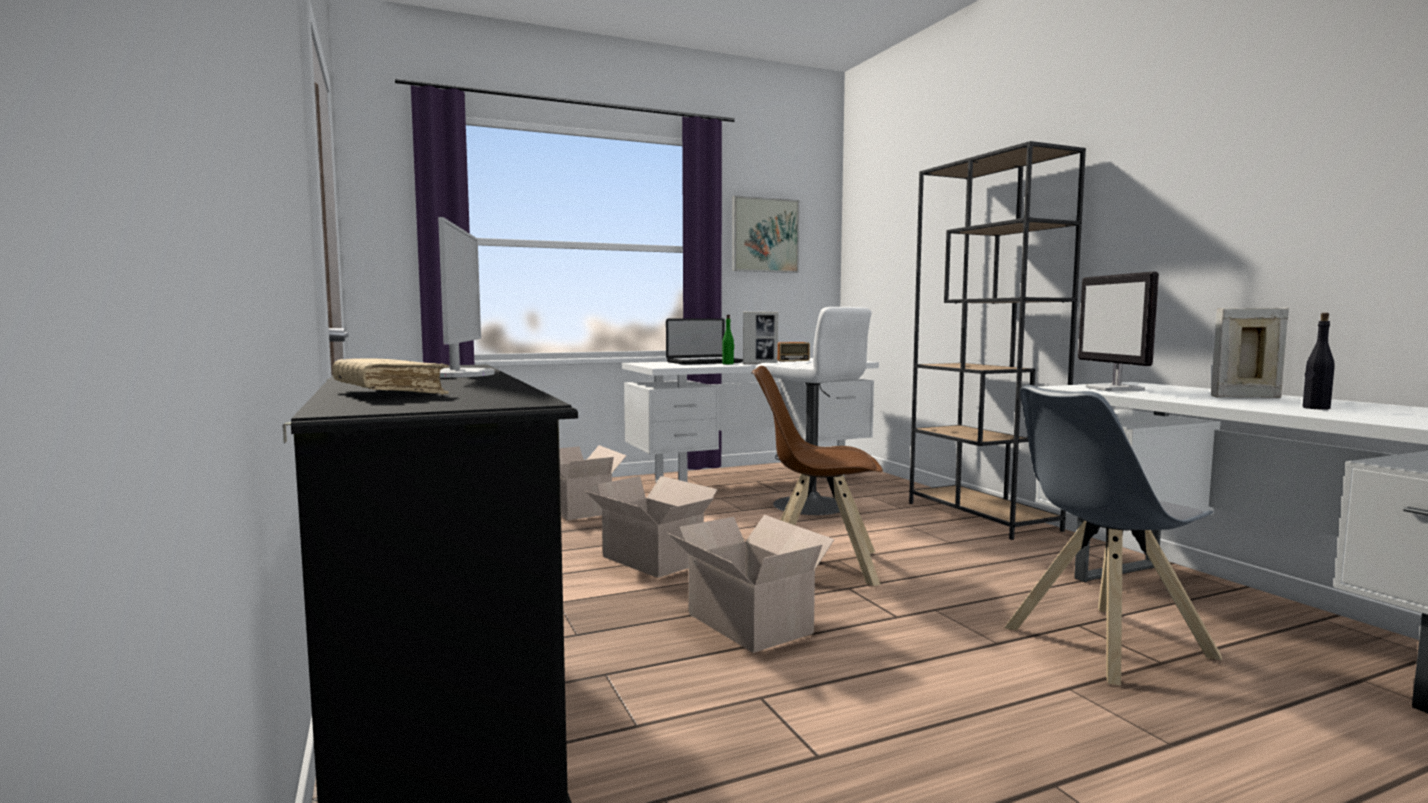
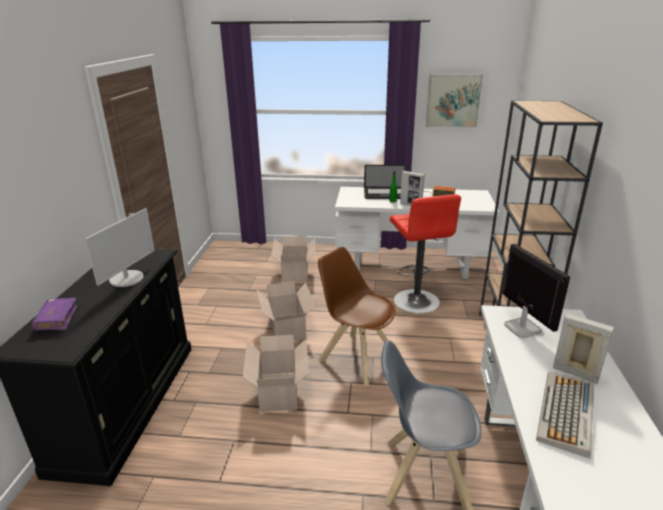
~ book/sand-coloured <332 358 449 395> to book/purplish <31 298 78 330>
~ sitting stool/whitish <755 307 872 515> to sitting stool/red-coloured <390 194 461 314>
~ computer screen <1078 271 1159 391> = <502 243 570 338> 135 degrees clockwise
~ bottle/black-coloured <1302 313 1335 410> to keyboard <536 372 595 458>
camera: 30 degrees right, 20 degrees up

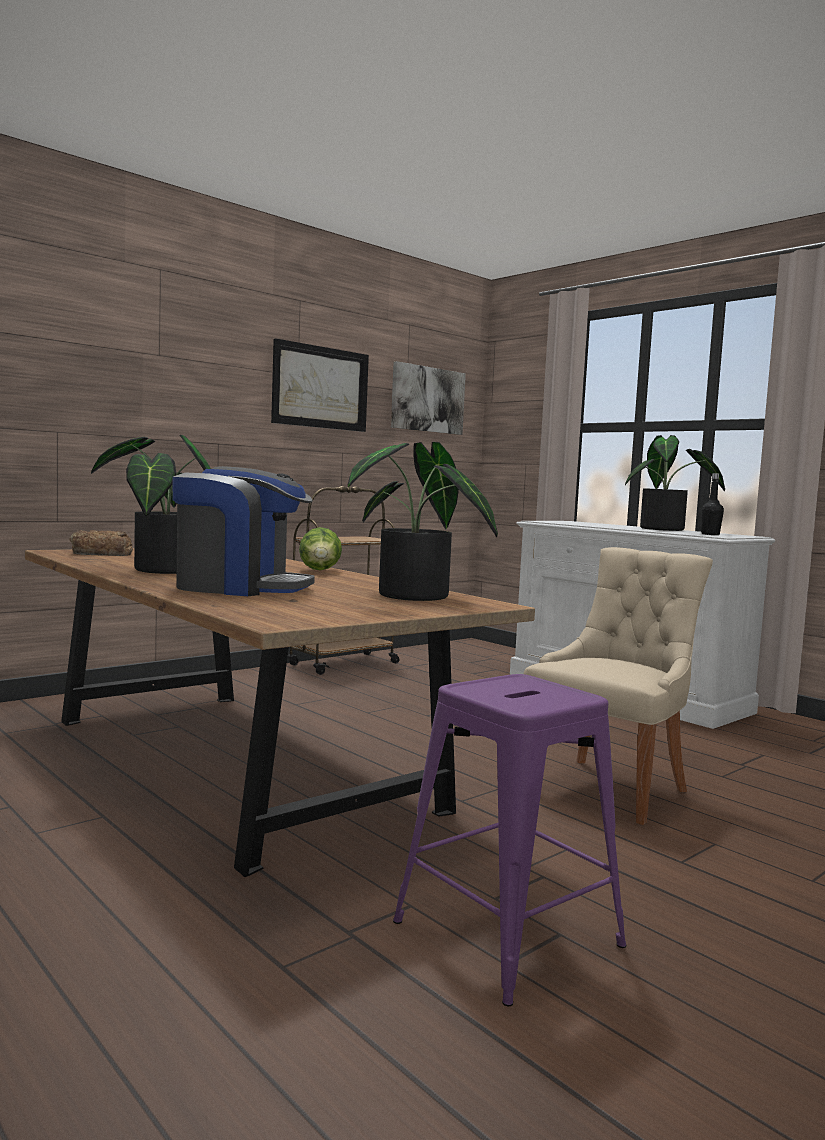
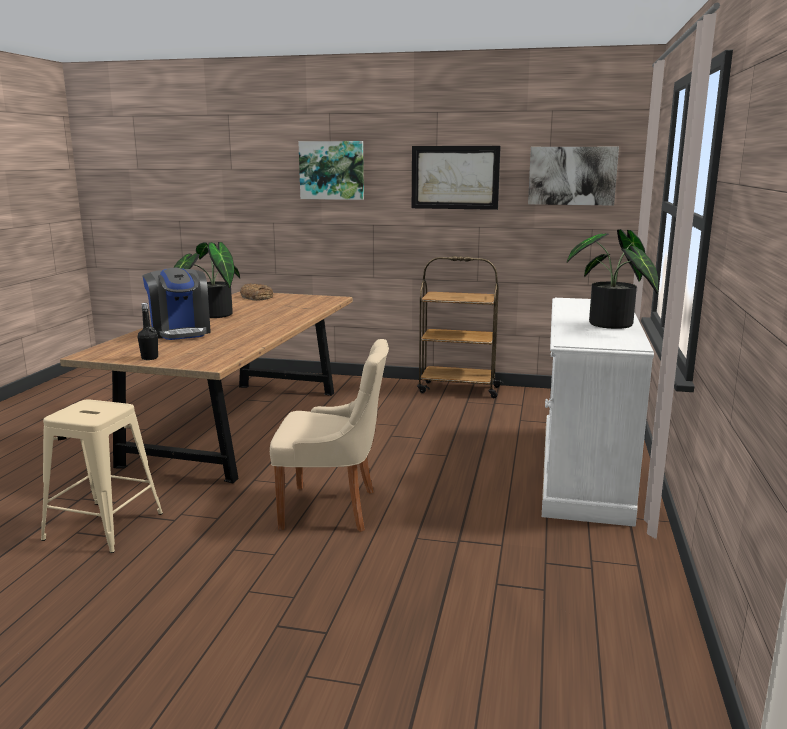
- lettuce <299 527 342 570>
- potted plant <347 442 498 601>
~ sitting stool/purplish <393 674 626 1006> to sitting stool/sand-coloured <41 400 163 553>
~ bottle/black-coloured <701 473 724 535> to <138 303 158 360>
+ wall picture <298 141 364 200>
camera: 55 degrees right, 10 degrees up

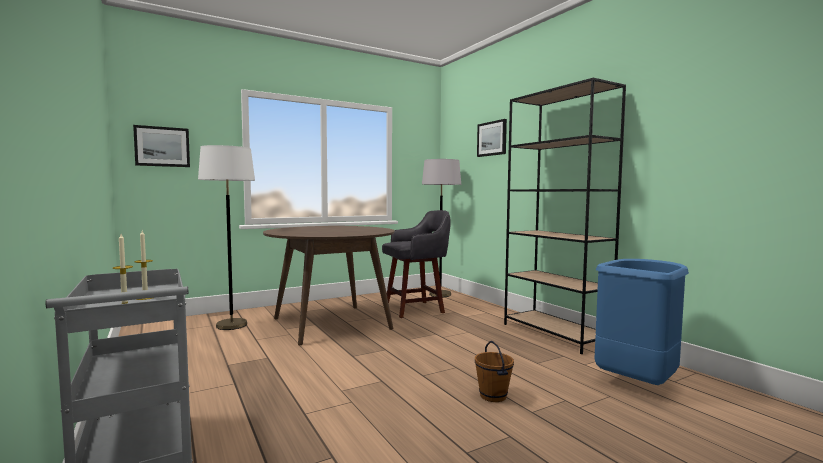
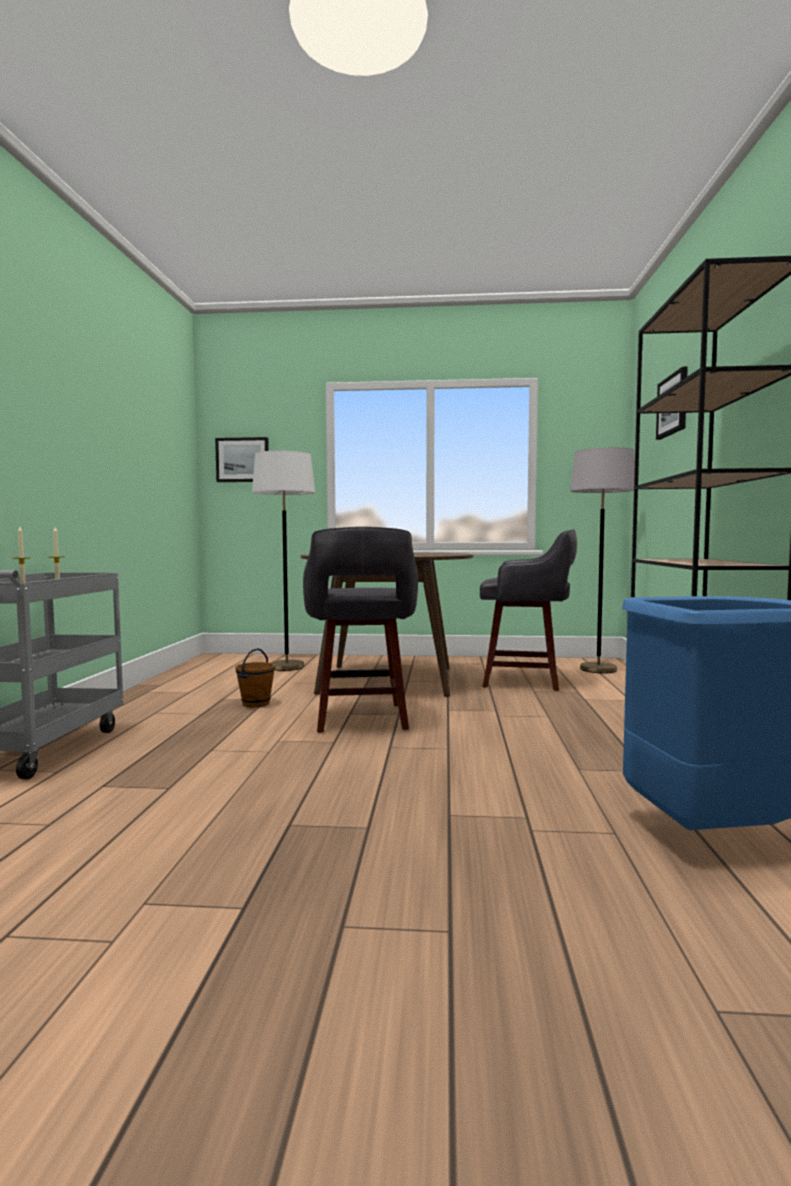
~ water bucket/brown-coloured <475 341 514 402> to <235 648 275 707>
+ sitting stool/greyish <303 527 418 732>
camera: 35 degrees right, 0 degrees up

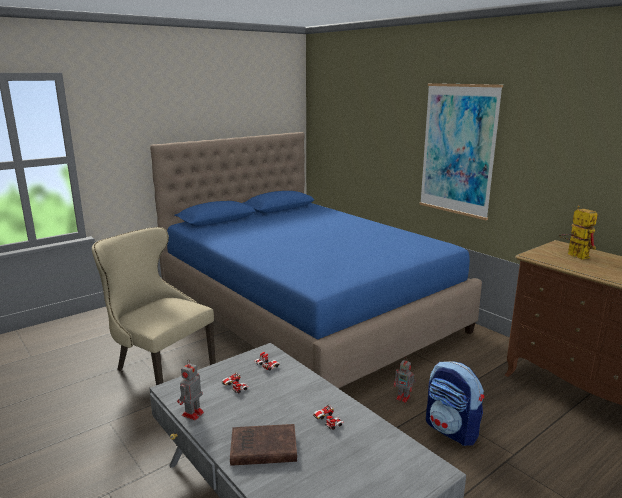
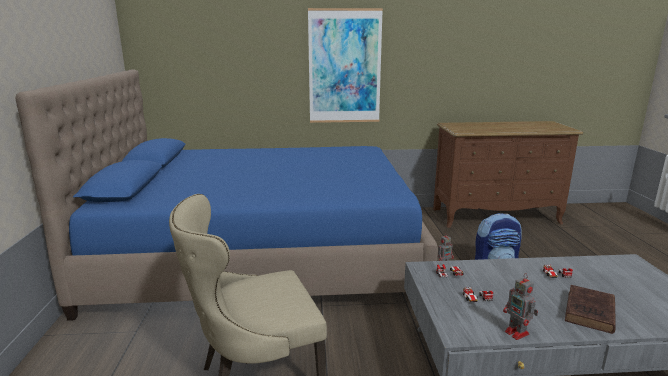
- robot figure <559 206 598 260>
camera: 55 degrees left, 0 degrees up

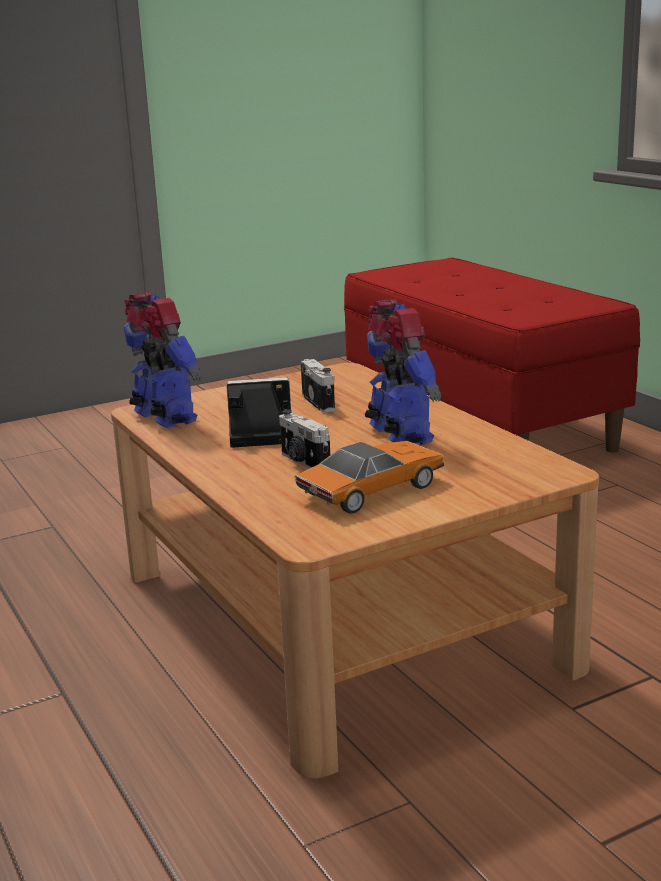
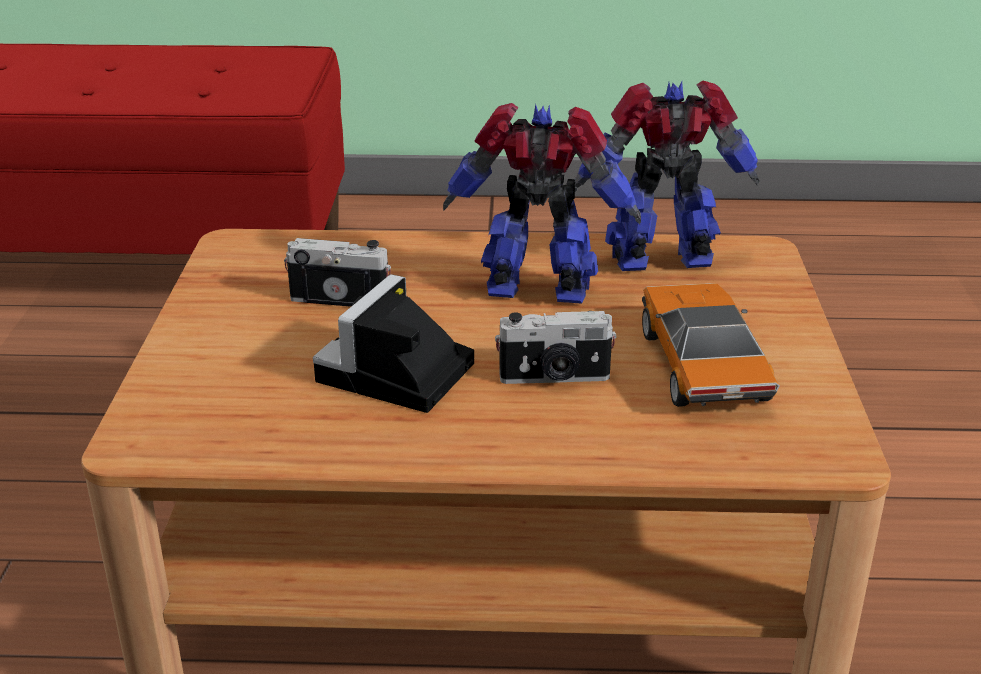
~ robot figure <124 291 203 428> to <575 81 759 271>
camera: 60 degrees left, 10 degrees up

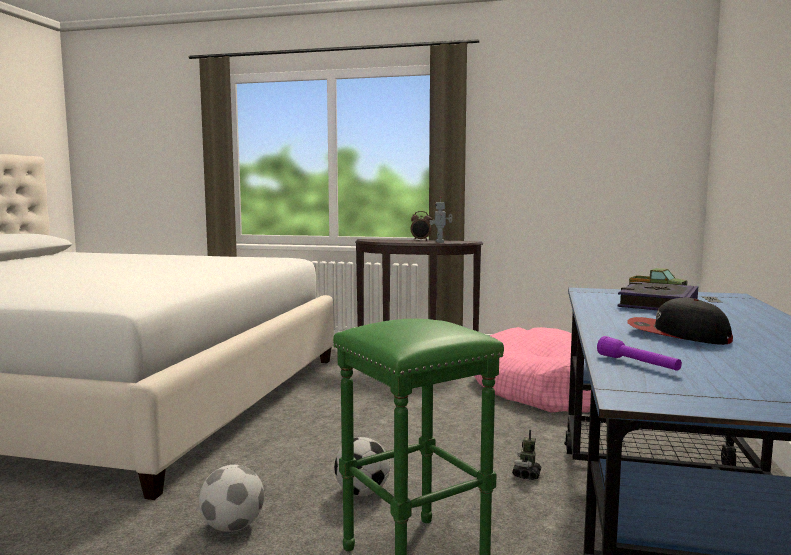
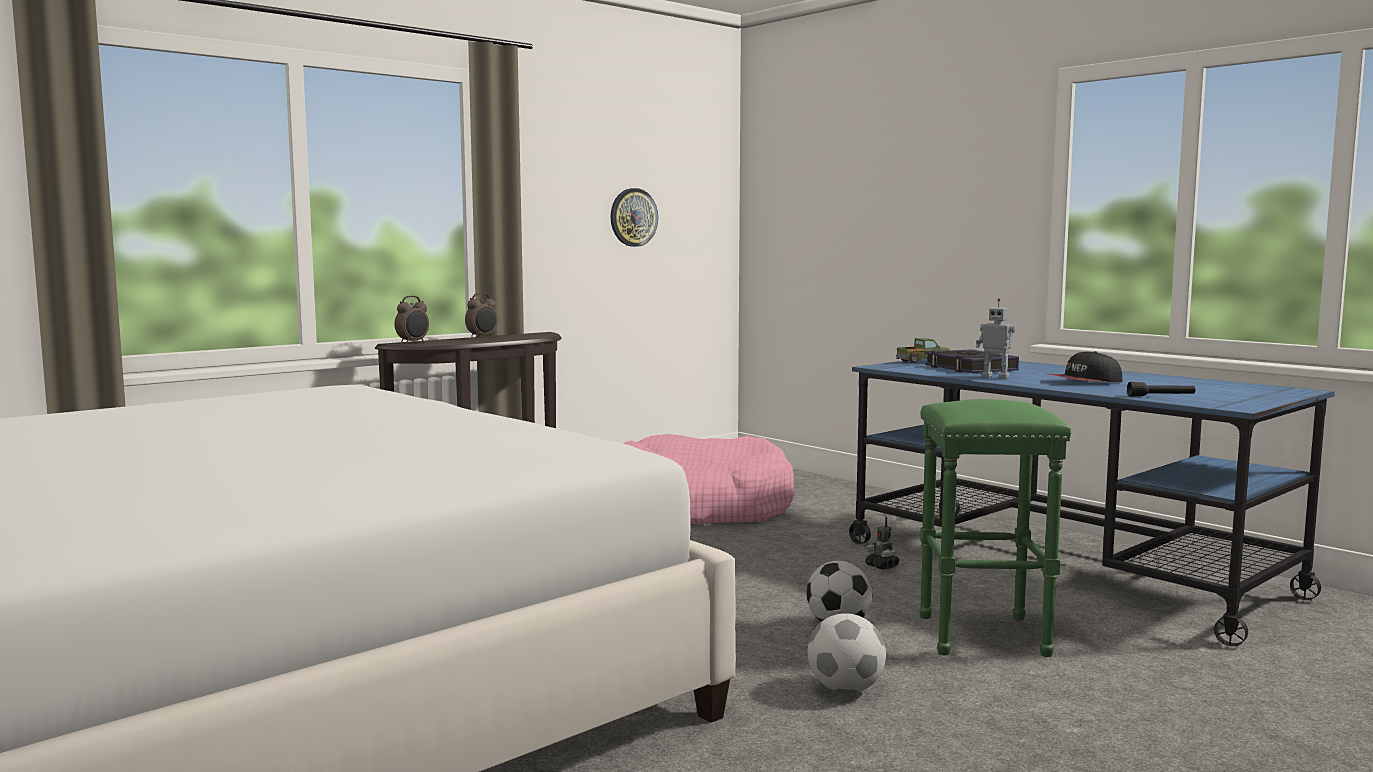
~ robot figure <429 197 453 243> to <976 298 1015 379>
~ hand torch/purplish <597 336 682 371> to hand torch/black-coloured <1127 382 1195 397>
+ table clock <394 296 429 343>
+ wall clock <611 188 658 247>
camera: 55 degrees left, 0 degrees up

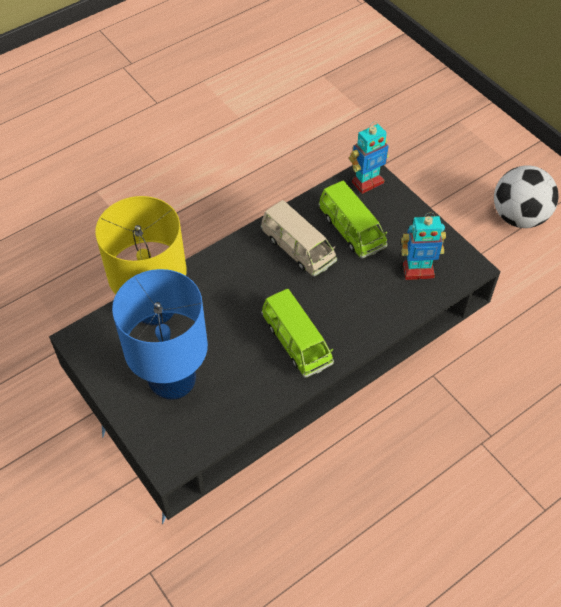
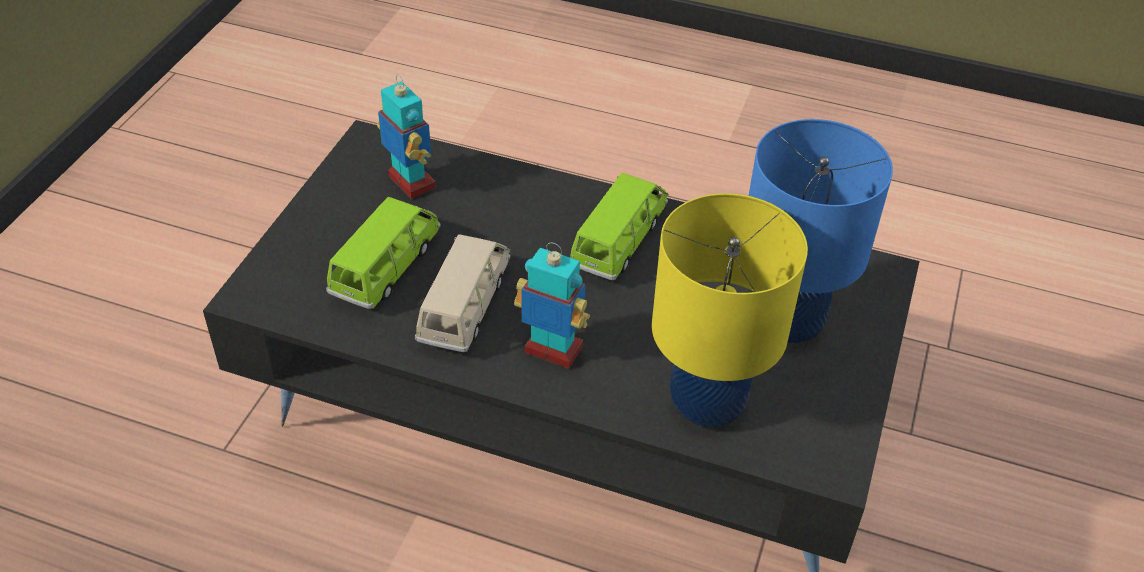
~ robot figure <349 121 389 194> to <514 243 590 369>
- football ball <494 165 559 228>
camera: 125 degrees left, 10 degrees down

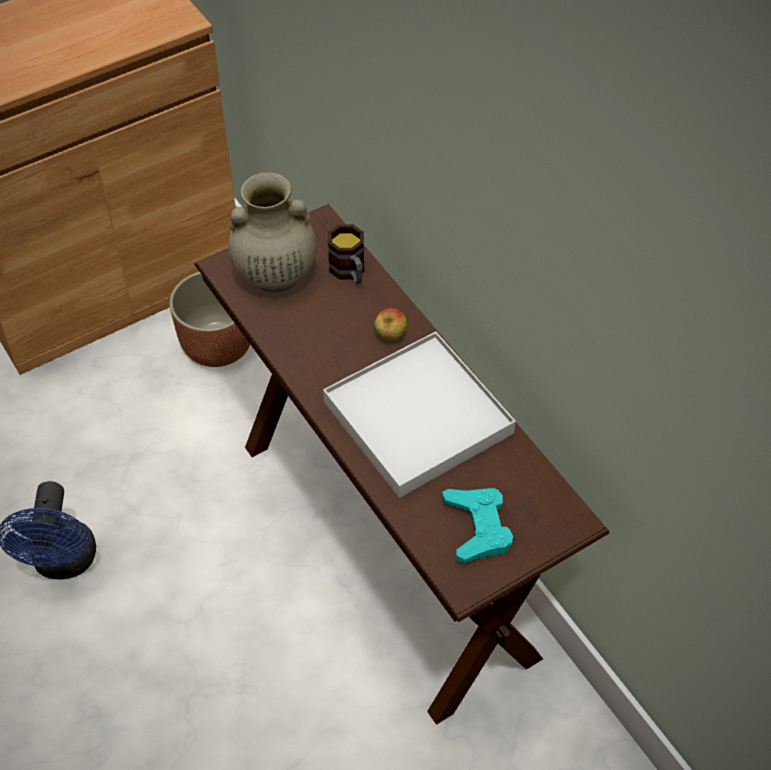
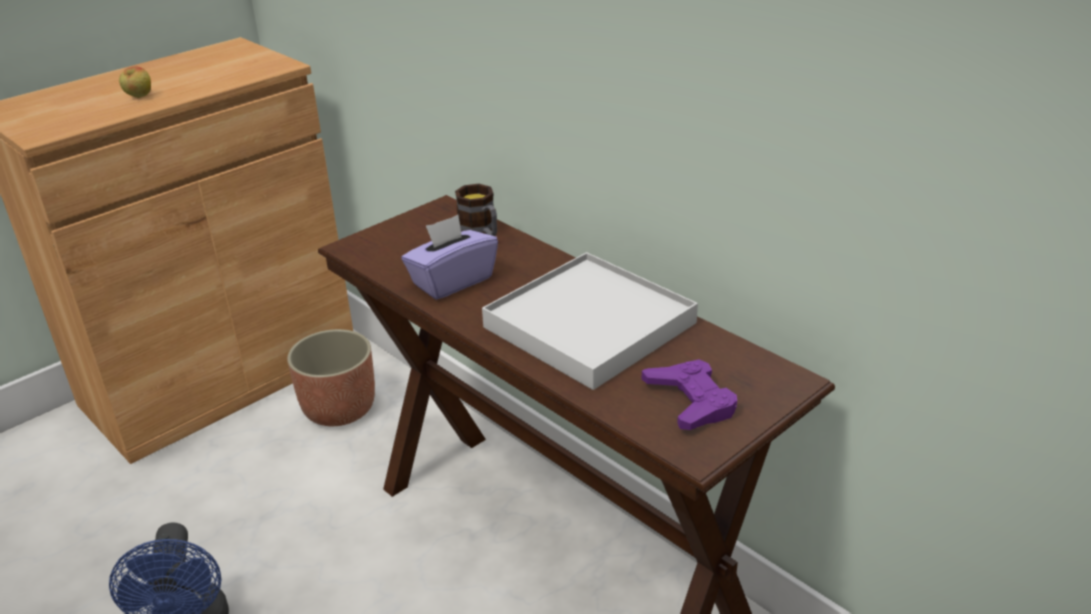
- vase/sand-coloured <228 172 317 293>
~ whole apple <375 308 407 340> to <119 66 151 98>
~ game controller/turquoise-coloured <442 488 513 563> to game controller/purplish <642 359 737 430>
+ tissue holder/purplish <402 215 498 300>
camera: 10 degrees left, 20 degrees down

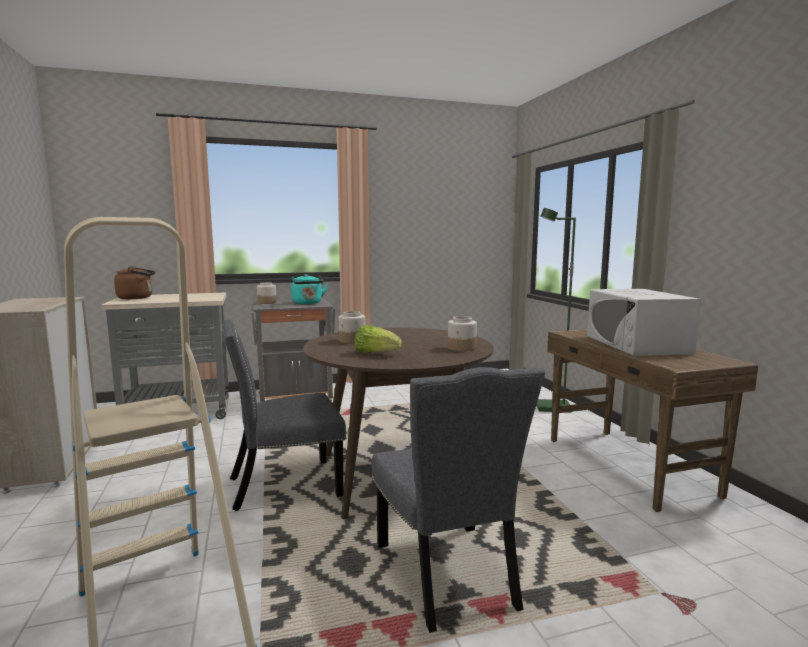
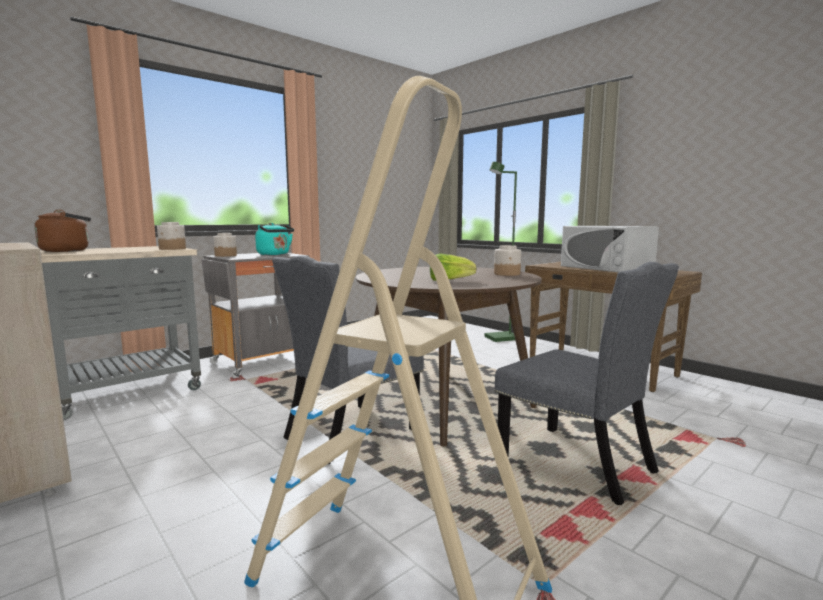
~ preserve jar <339 311 365 343> to <157 222 186 250>
camera: 25 degrees left, 0 degrees up

